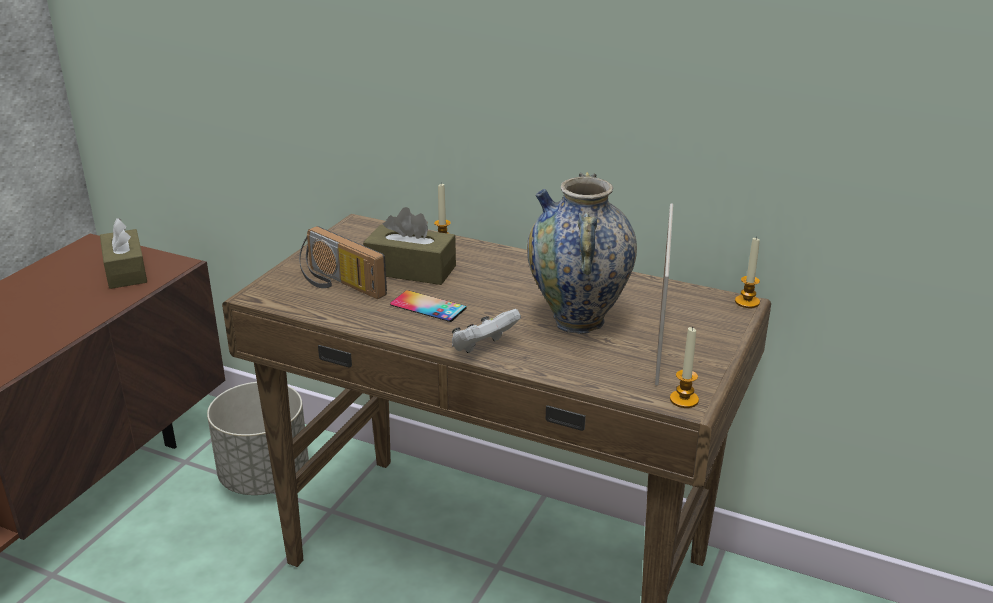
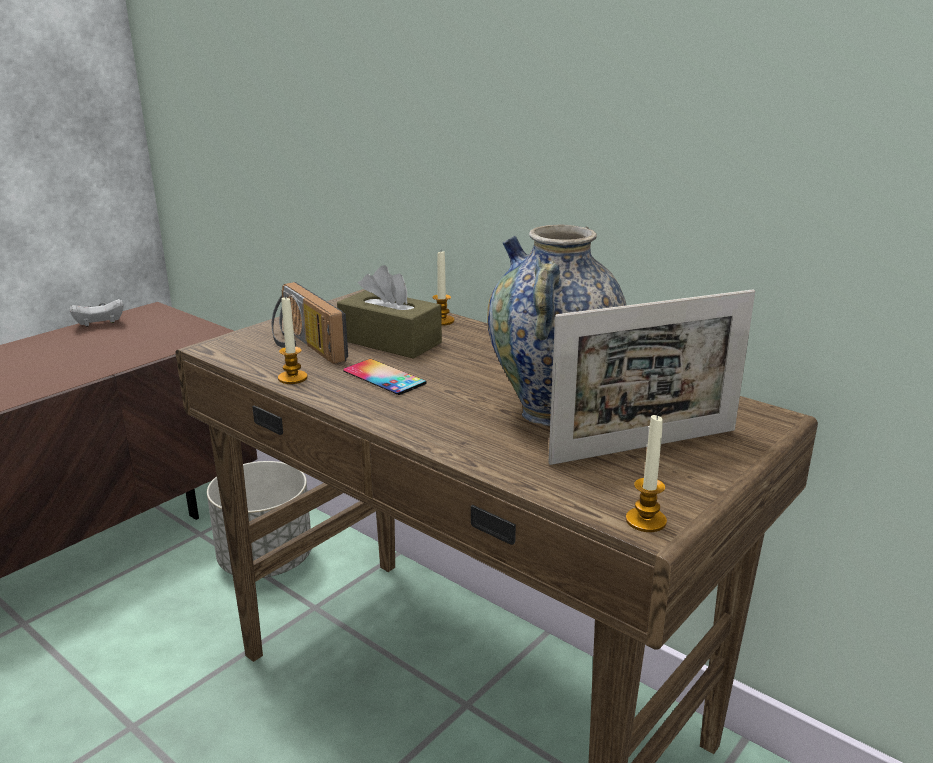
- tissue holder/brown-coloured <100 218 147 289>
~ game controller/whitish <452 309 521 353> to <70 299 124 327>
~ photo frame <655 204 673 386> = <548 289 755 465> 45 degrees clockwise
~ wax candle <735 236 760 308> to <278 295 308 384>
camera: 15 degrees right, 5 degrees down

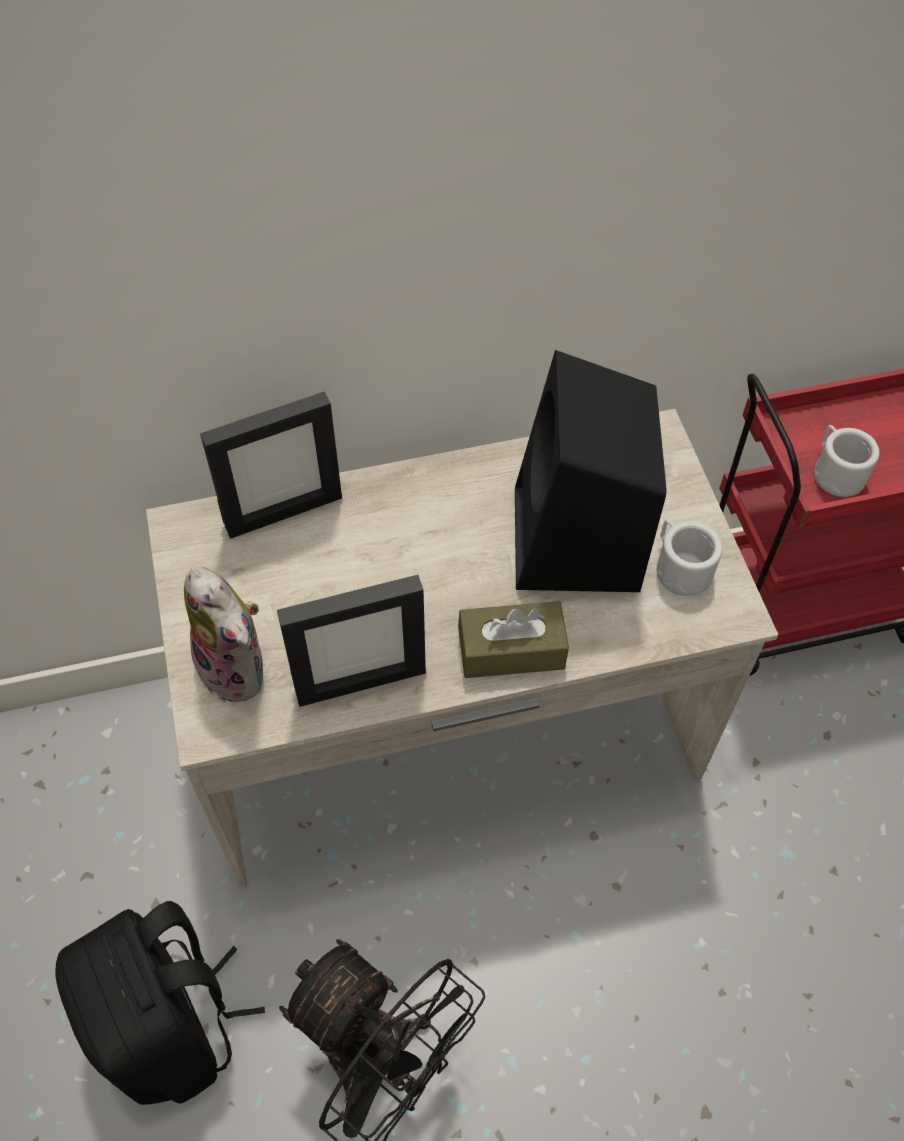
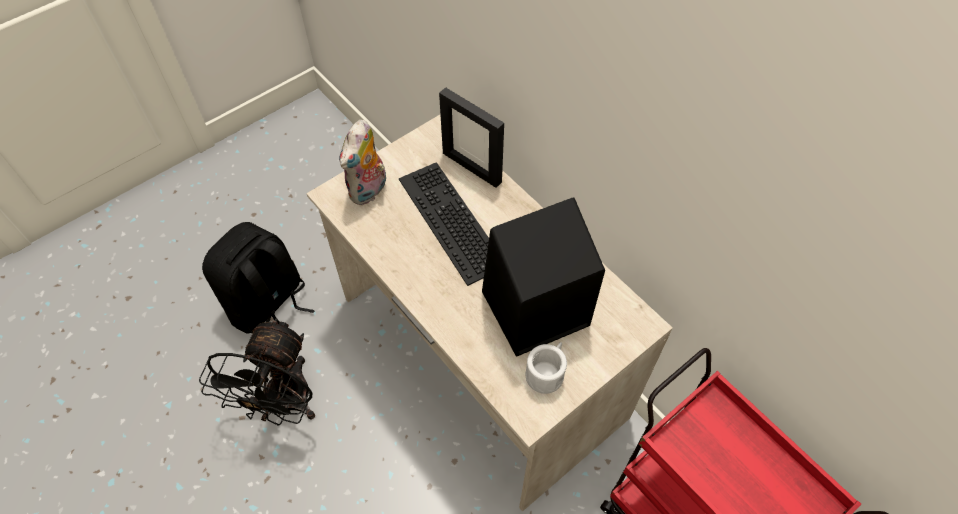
- photo frame <277 575 426 707>
- tissue holder/brown-coloured <458 601 569 678>
- mug/whitish <814 425 880 497>
+ keyboard <399 162 489 286>
camera: 65 degrees right, 0 degrees up

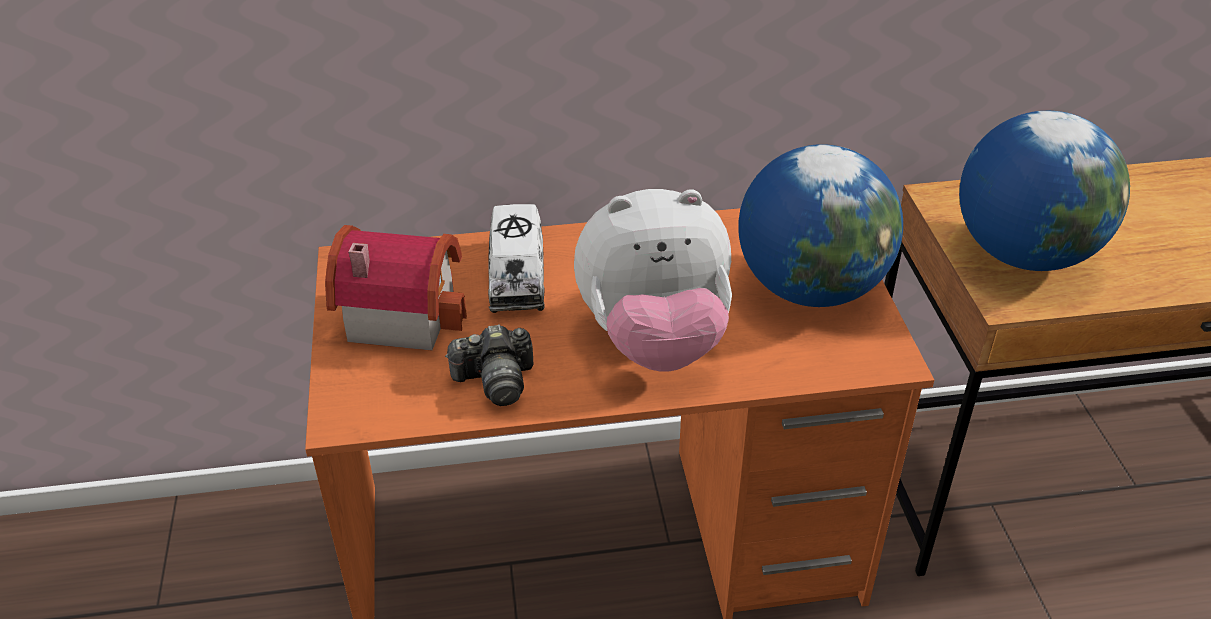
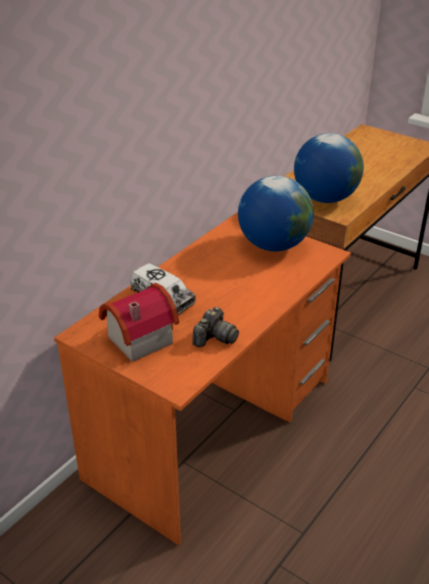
- cuddly toy <574 189 732 372>
camera: 45 degrees left, 5 degrees down

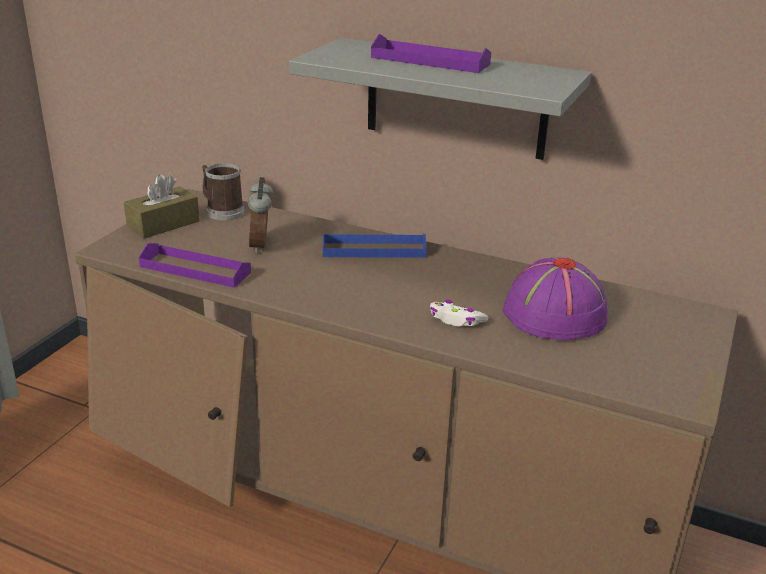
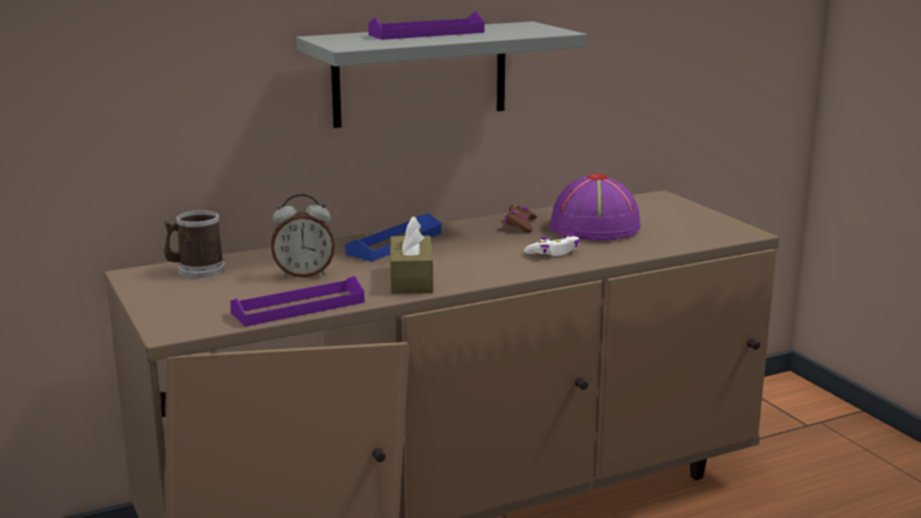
~ tissue holder/brown-coloured <124 174 200 238> to <390 216 433 294>
~ table clock <248 177 273 253> = <271 193 335 278> 45 degrees counterclockwise
+ game controller/brown-coloured <505 205 537 233>
camera: 50 degrees left, 10 degrees down

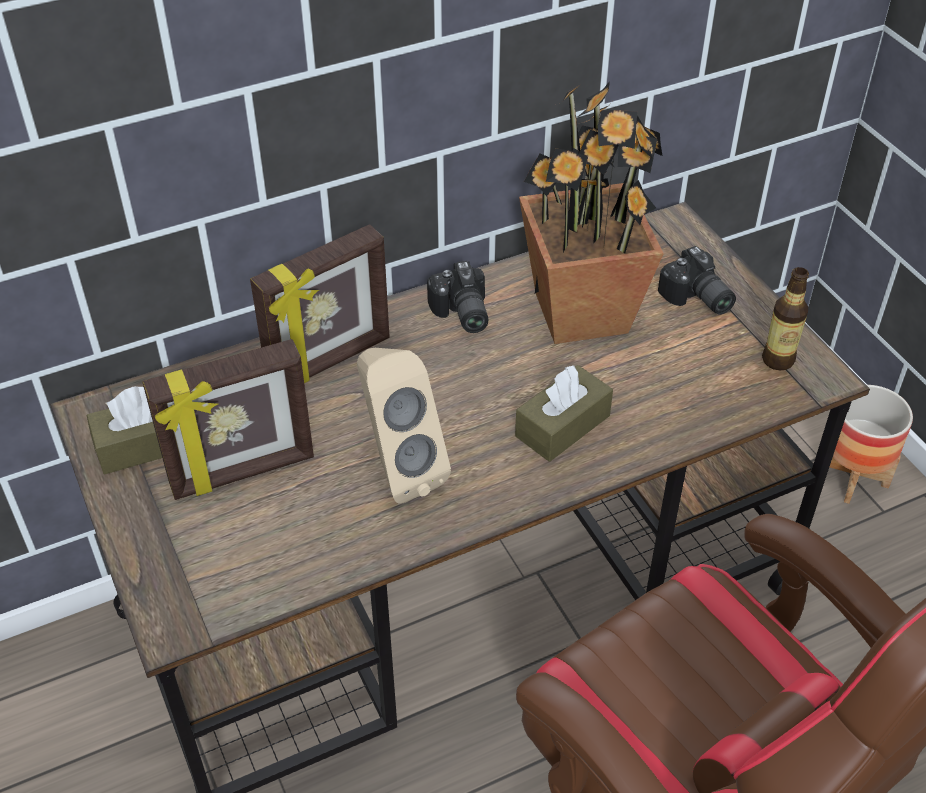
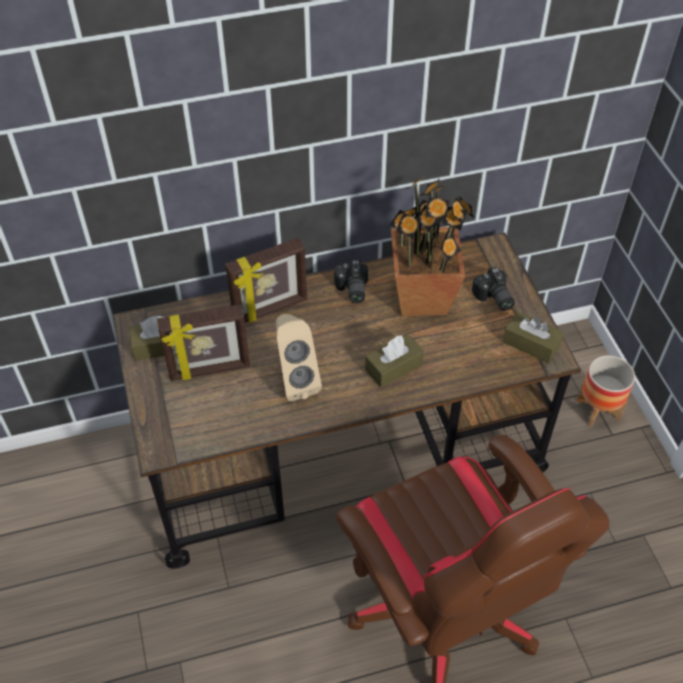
~ bottle <762 267 809 370> to tissue holder/brown-coloured <503 311 564 363>
camera: 10 degrees right, 5 degrees up

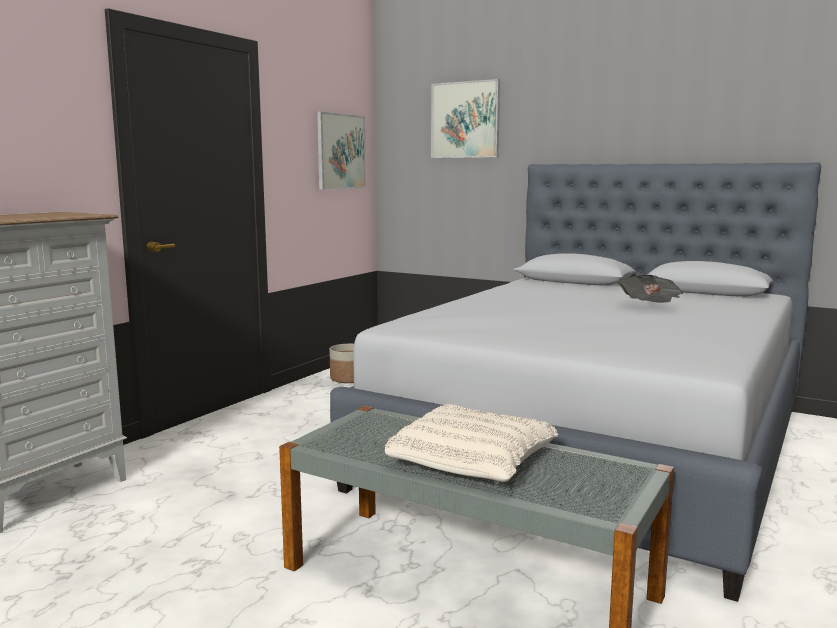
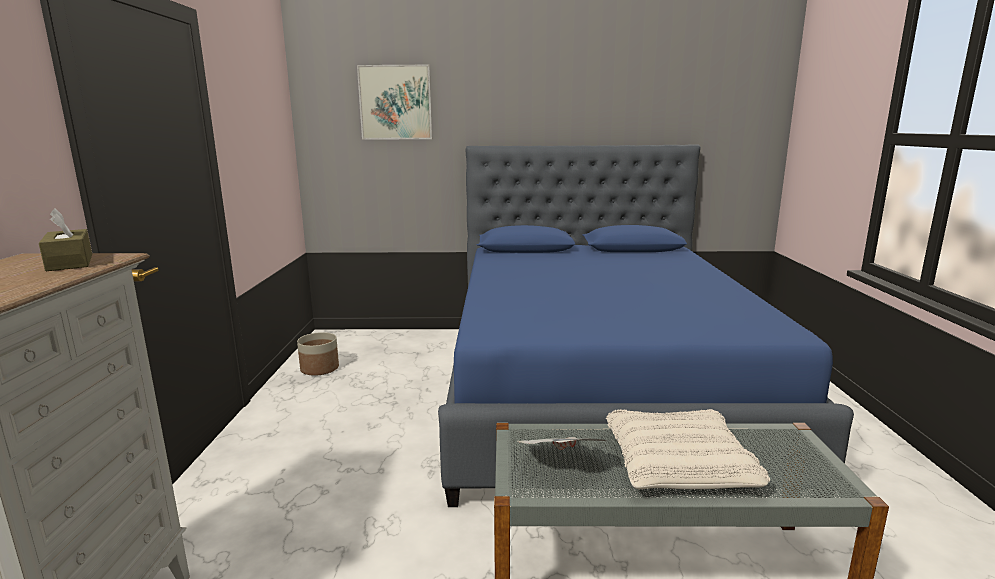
- wall picture <317 111 366 189>
~ bed/greyish <330 162 821 602> to bed/bluish <438 144 854 507>
~ daily paper <617 275 683 303> to <517 437 606 450>
+ tissue holder/brown-coloured <39 208 92 271>
camera: 30 degrees left, 5 degrees up

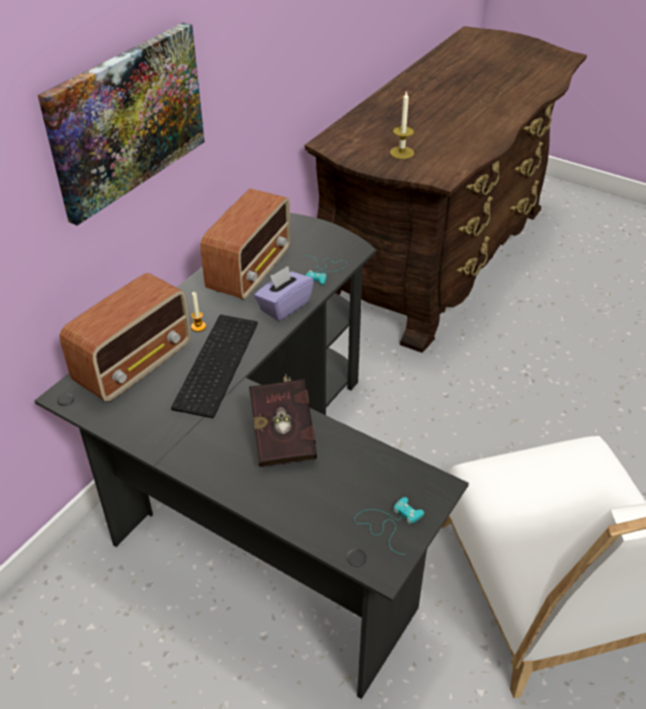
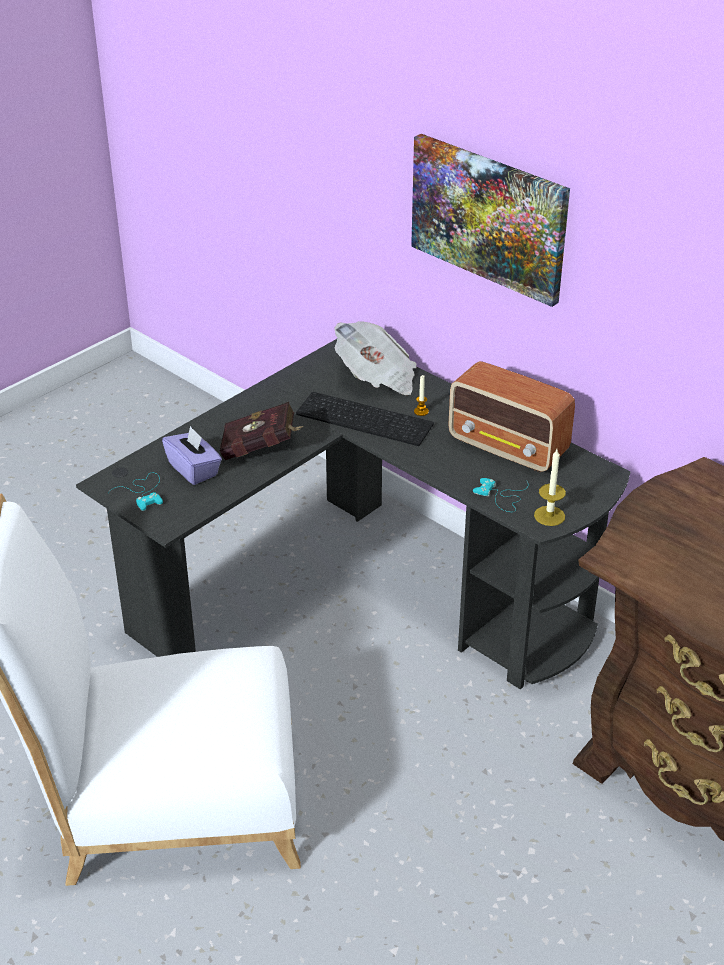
~ radio receiver <59 273 191 401> to daily paper <334 321 416 395>
~ tissue holder/purplish <254 266 314 321> to <162 426 222 485>
~ wax candle <390 91 414 159> to <534 449 566 526>
camera: 100 degrees right, 5 degrees down

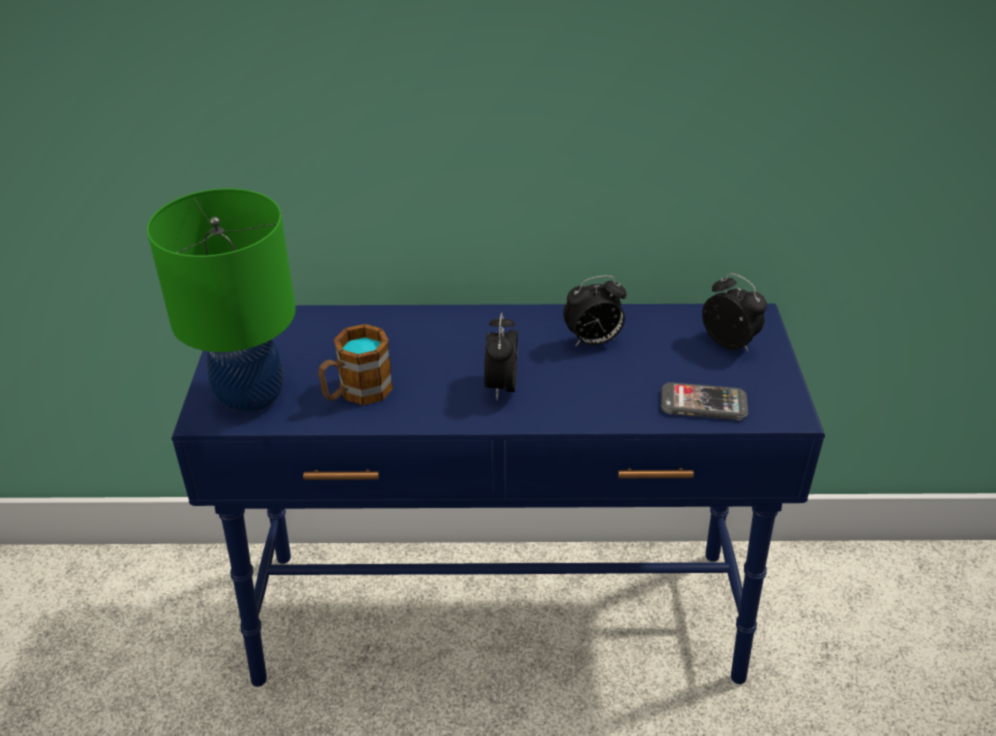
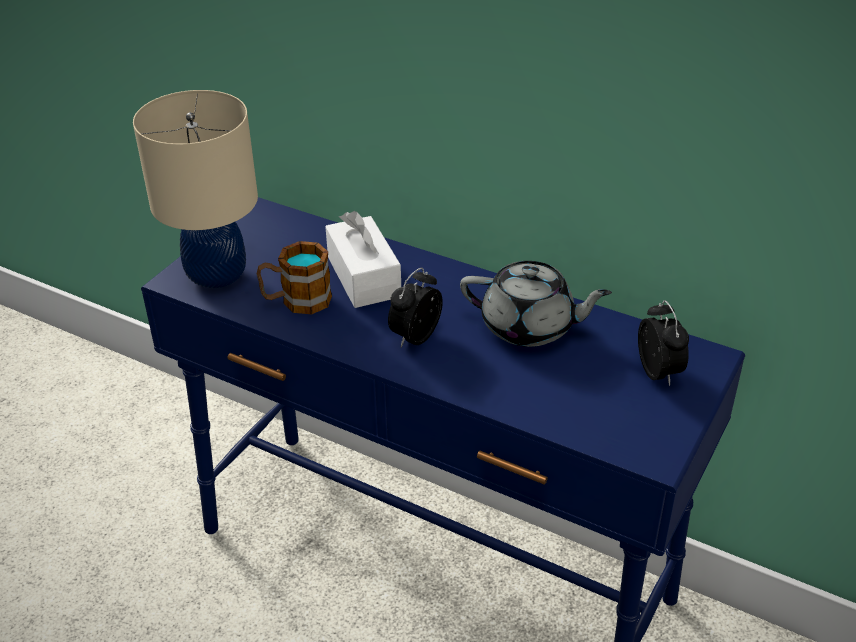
~ table lamp/green <147 188 296 412> to table lamp/sand-coloured <133 90 258 288>
~ table clock <563 275 626 347> to pot for tea/greyish <460 261 612 347>
- phone <661 382 748 420>
+ tissue holder/whitish <325 211 401 308>
camera: 30 degrees right, 0 degrees up

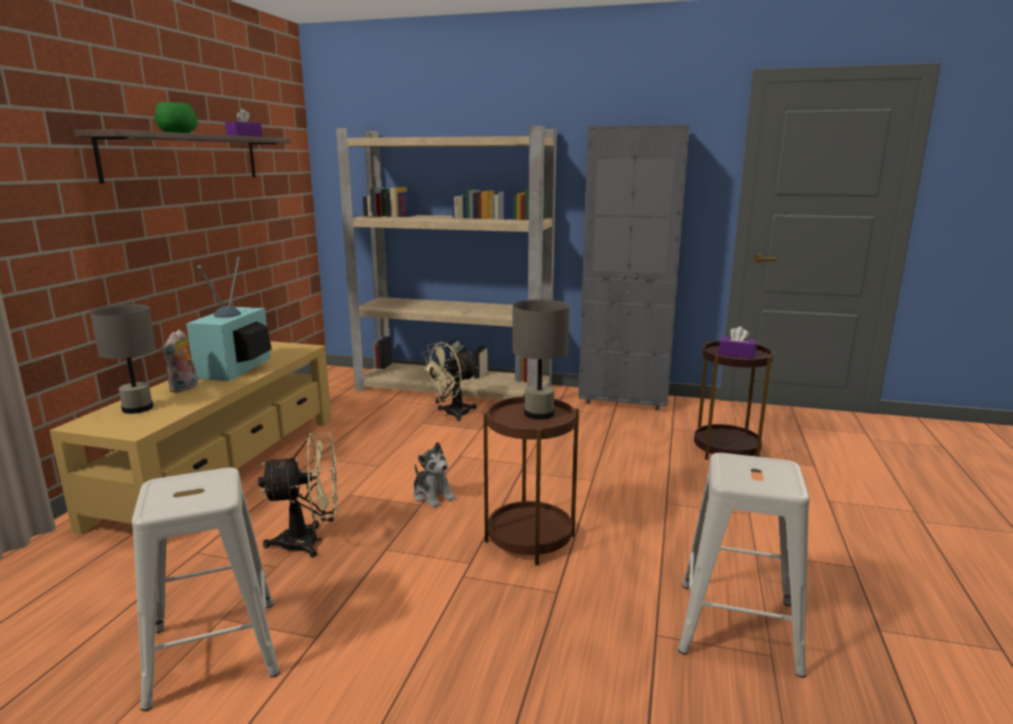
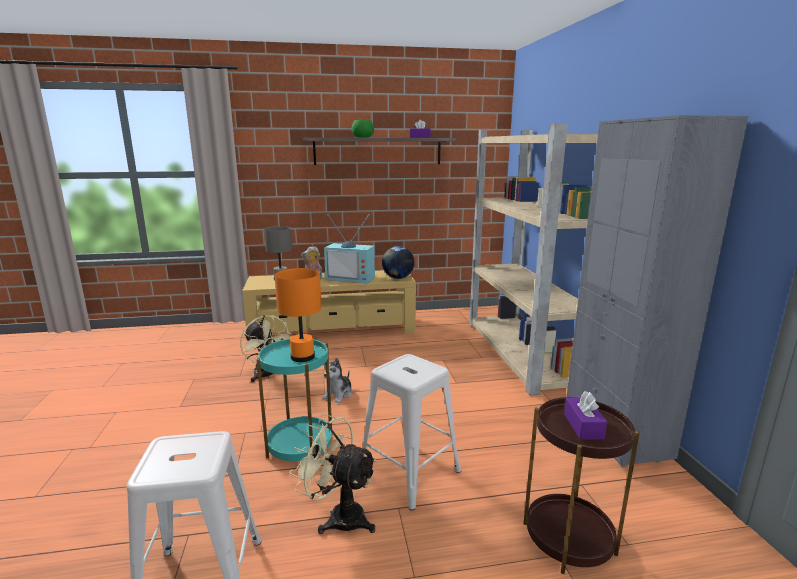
~ sitting stool/whitish <132 467 280 711> to <363 354 461 511>
~ television <186 257 272 381> = <324 214 375 284> 150 degrees counterclockwise
~ electric fan/sand-coloured <420 342 478 421> to <290 414 377 534>
~ accent table/brown-coloured <483 394 579 565> to accent table/turquoise-coloured <256 338 332 461>
~ table lamp/greyish <512 299 569 420> to table lamp/orange-coloured <275 268 321 362>
+ desk globe <382 246 415 279>
camera: 65 degrees right, 0 degrees up

